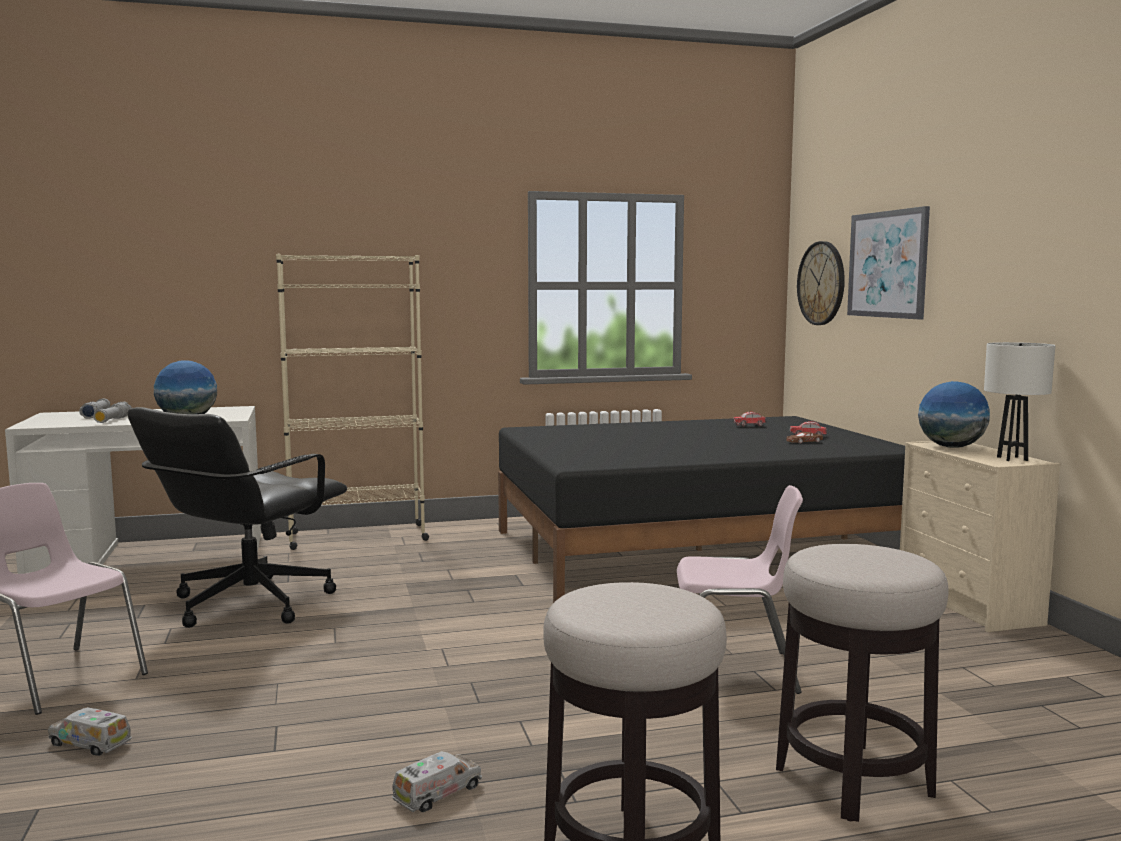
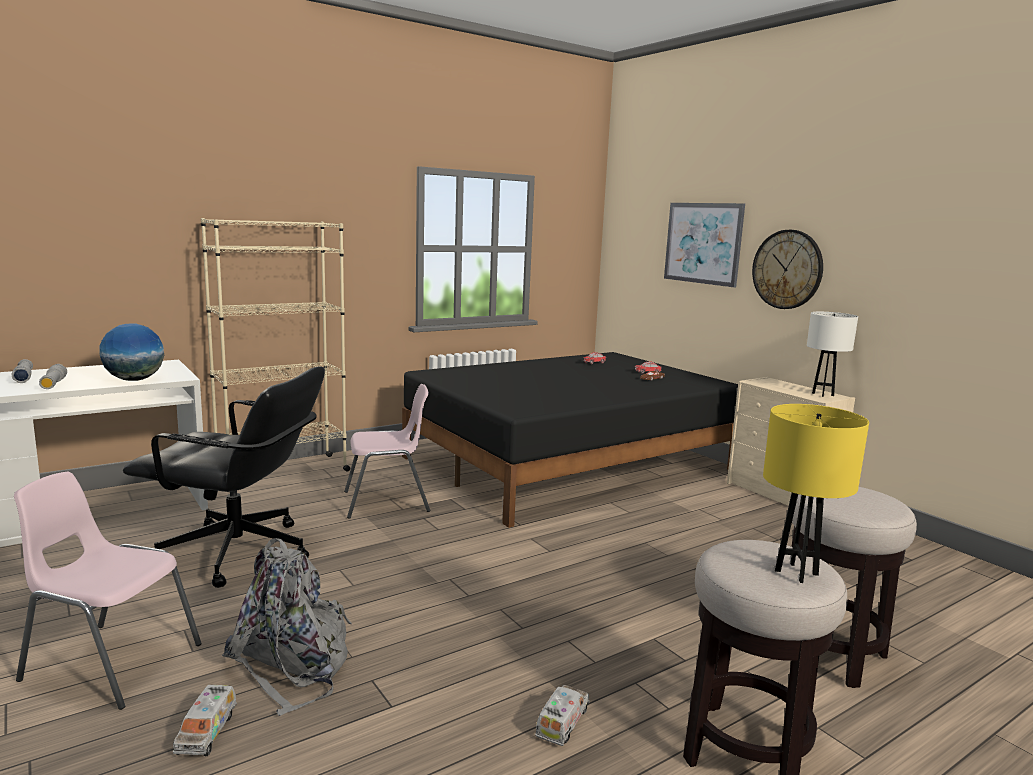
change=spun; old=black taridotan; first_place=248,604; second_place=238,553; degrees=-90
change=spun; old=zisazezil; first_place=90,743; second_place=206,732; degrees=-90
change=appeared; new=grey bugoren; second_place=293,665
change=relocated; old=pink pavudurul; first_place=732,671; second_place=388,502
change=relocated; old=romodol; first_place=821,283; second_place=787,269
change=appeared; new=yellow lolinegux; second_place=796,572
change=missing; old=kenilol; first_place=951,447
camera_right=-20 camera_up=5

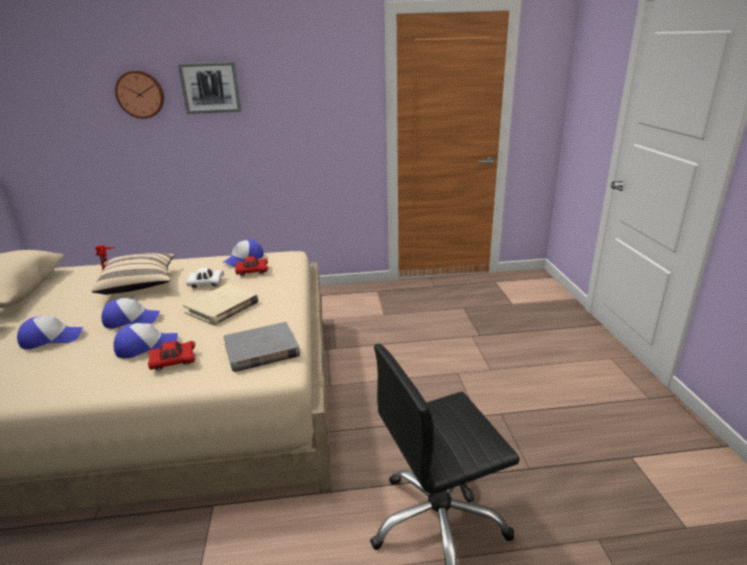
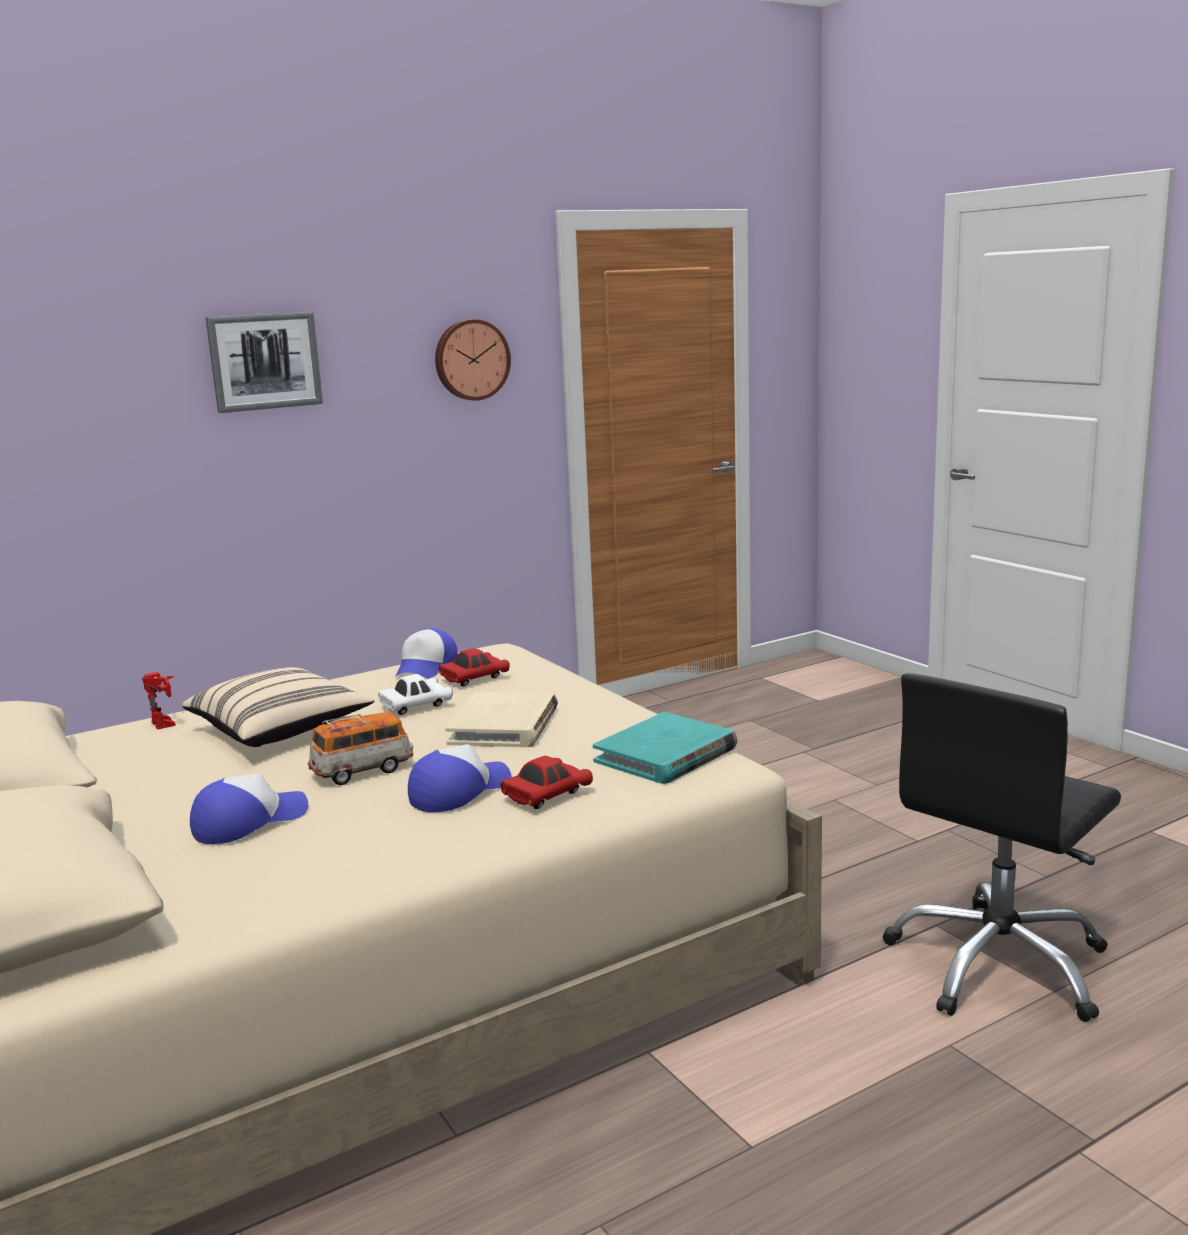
change=exchanged; old=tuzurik; new=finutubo; first_place=131,320; second_place=363,771
change=relocated; old=romodol; first_place=140,94; second_place=471,359
change=colour; old=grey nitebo; new=turquoise nitebo; first_place=262,350; second_place=666,755
camera_right=-25 camera_up=-10

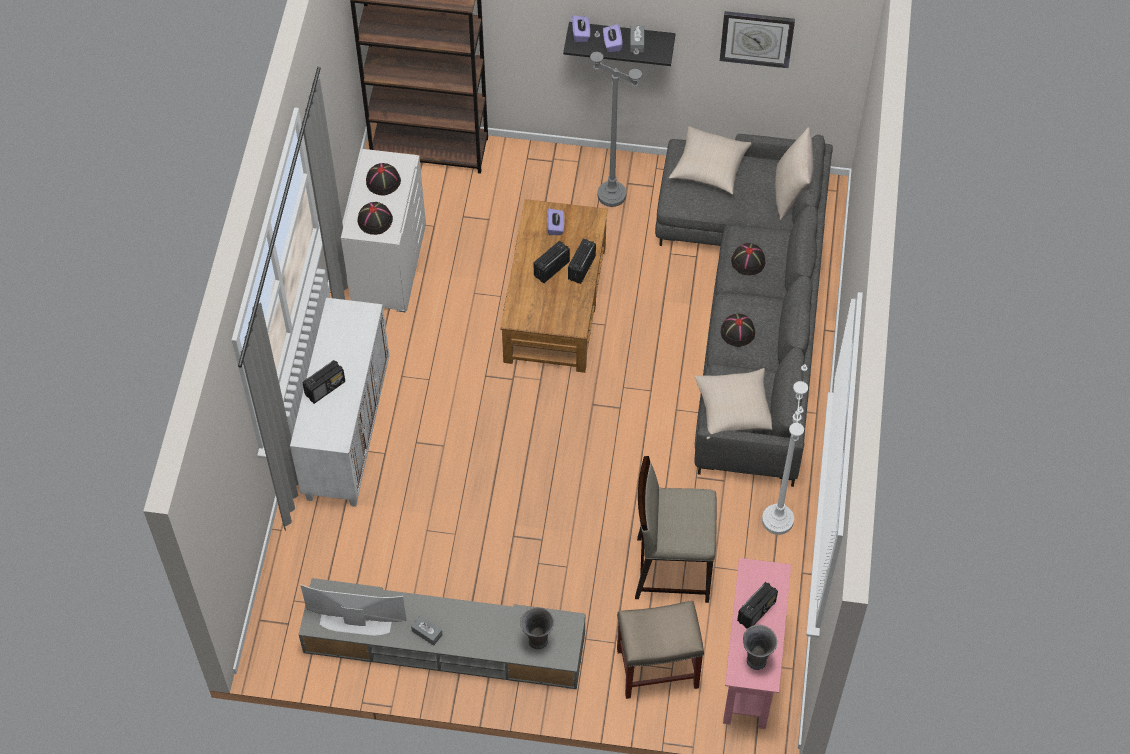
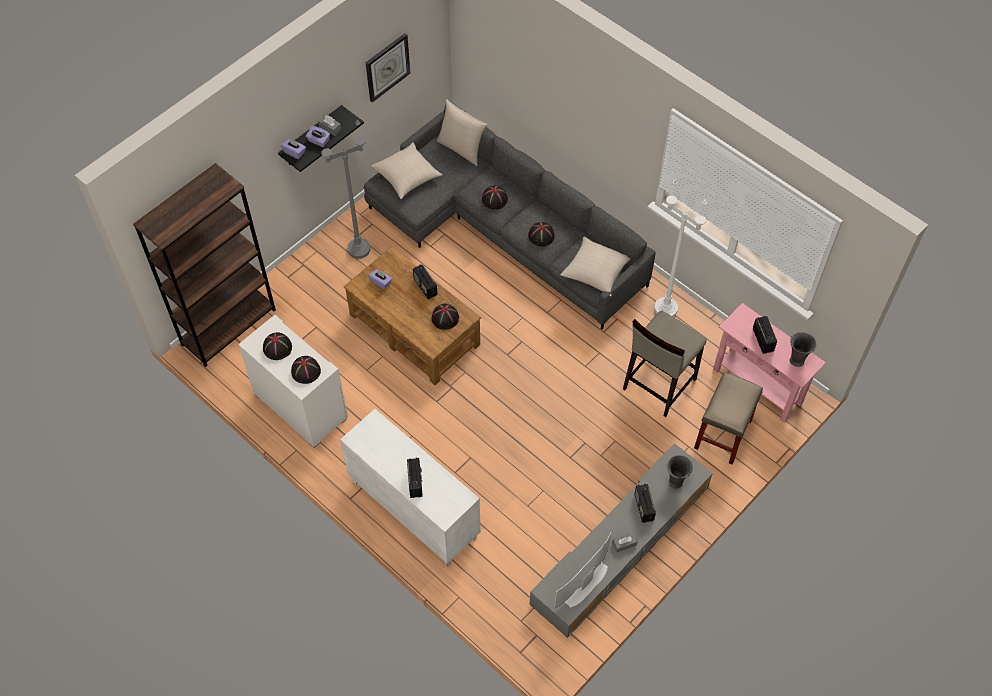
change=appeared; new=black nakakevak; second_place=445,318
change=relocated; old=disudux; first_place=551,269; second_place=644,508
camera_right=-55 camera_up=0

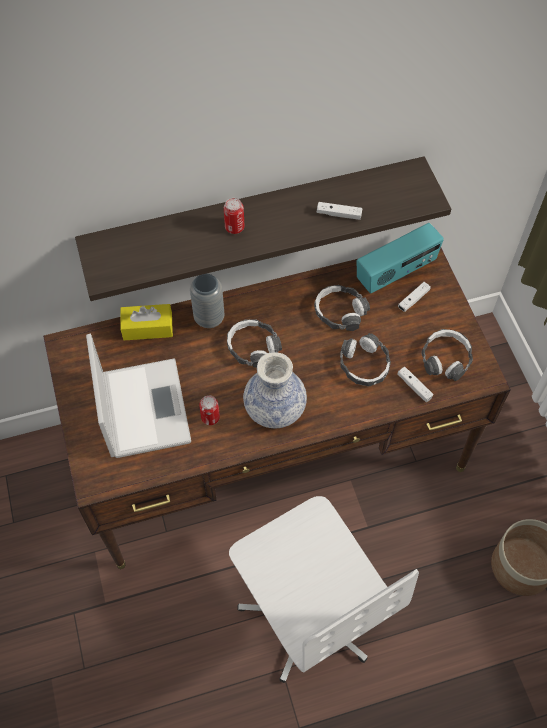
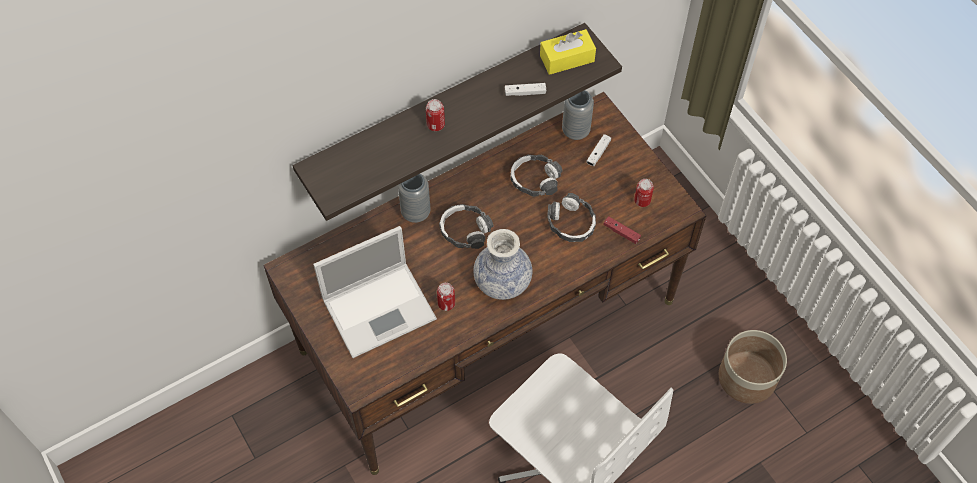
change=spun; old=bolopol; first_place=143,406; second_place=381,308; degrees=90
change=relocated; old=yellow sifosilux; first_place=148,328; second_place=567,58
change=exchanged; old=disudux; new=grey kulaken; first_place=396,272; second_place=575,131
change=colour; old=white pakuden; new=red pakuden; first_place=414,387; second_place=621,232
change=exchanged; old=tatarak; new=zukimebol; first_place=445,358; second_place=642,200
camera_right=-15 camera_up=0

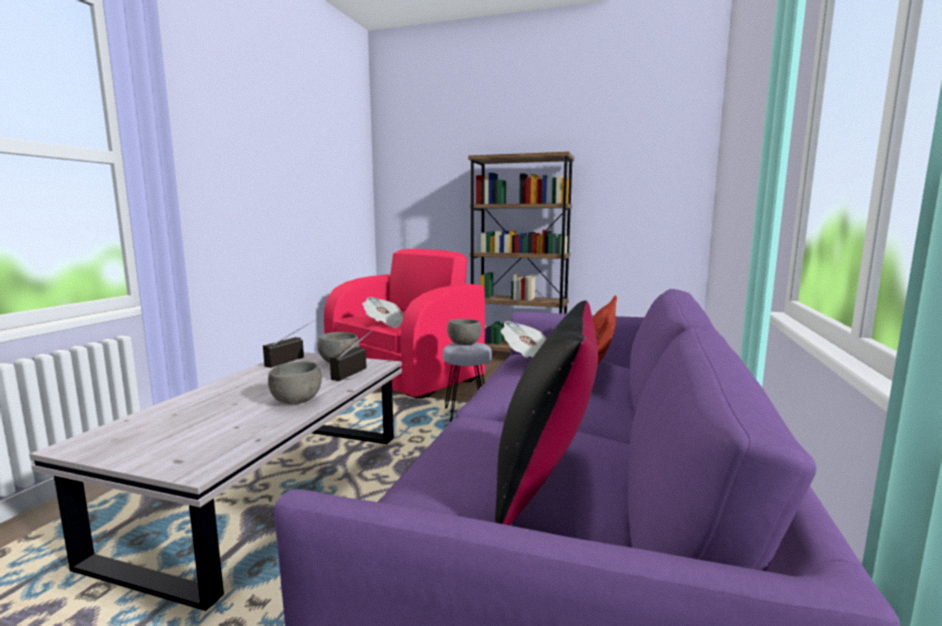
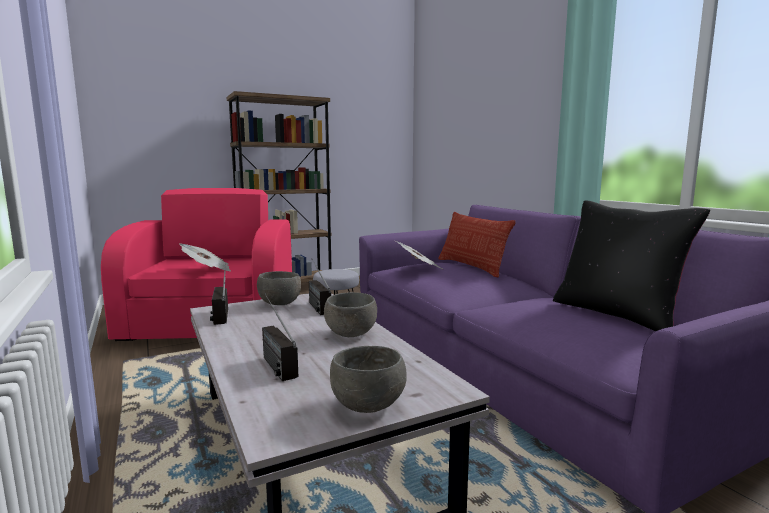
change=appeared; new=disudux; second_place=273,361
change=relocated; old=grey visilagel; first_place=465,344; second_place=369,405
camera_right=-45 camera_up=0

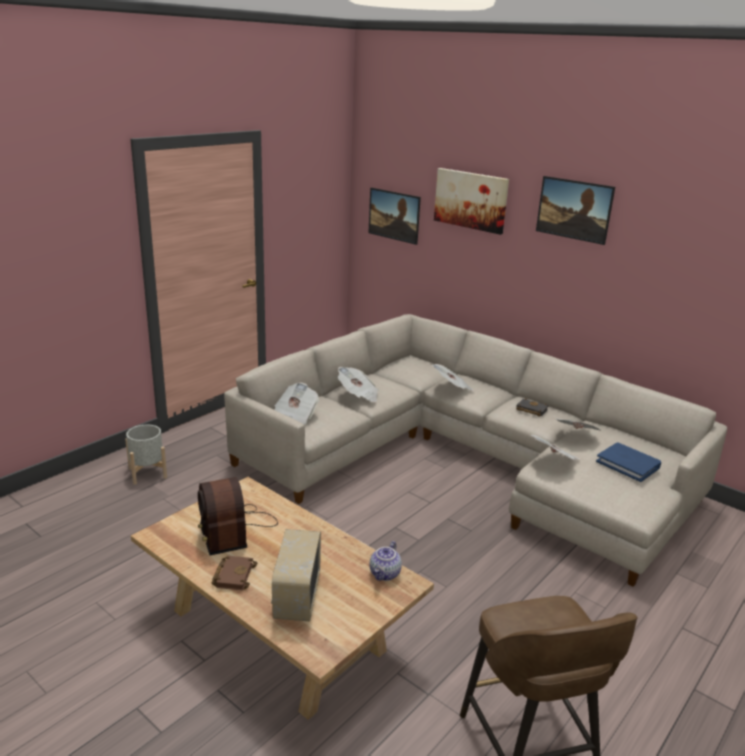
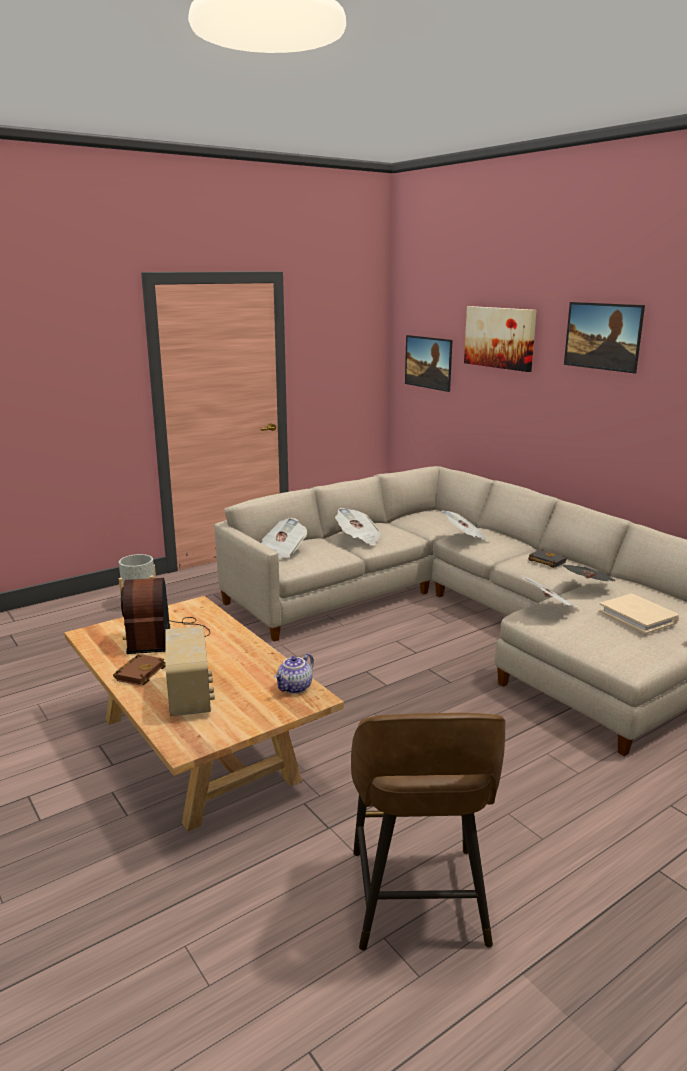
change=spun; old=disudux; first_place=296,597; second_place=191,697; degrees=150
change=colour; old=blue nitebo; new=beige nitebo; first_place=628,464; second_place=638,617
camera_right=15 camera_up=-5

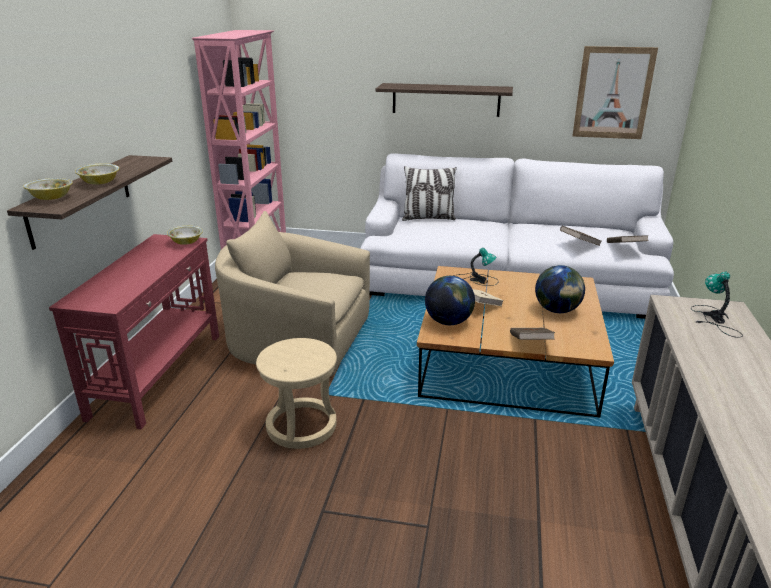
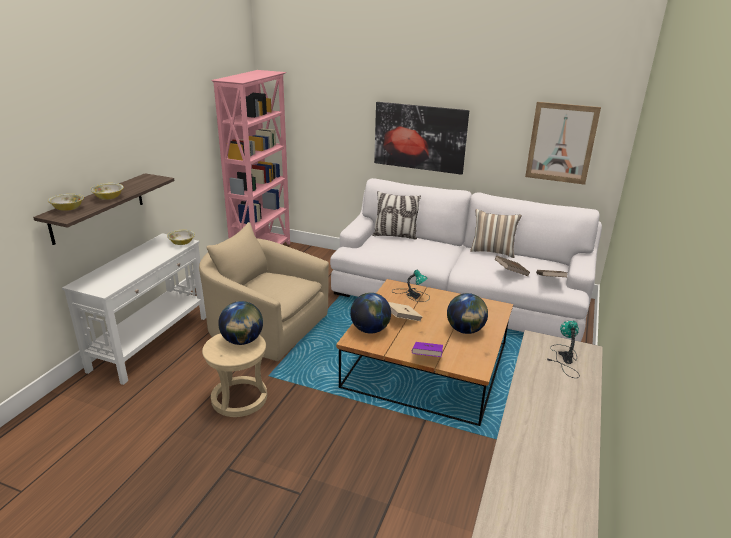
change=colour; old=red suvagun; new=white suvagun; first_place=159,374; second_place=152,342
change=appeared; new=kenilol; second_place=242,341
change=exchanged; old=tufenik; new=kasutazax; first_place=445,99; second_place=420,137
change=colour; old=brown nitebo; new=purple nitebo; first_place=530,343; second_place=426,357
change=appeared; new=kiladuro; second_place=492,251
camera_right=10 camera_up=0

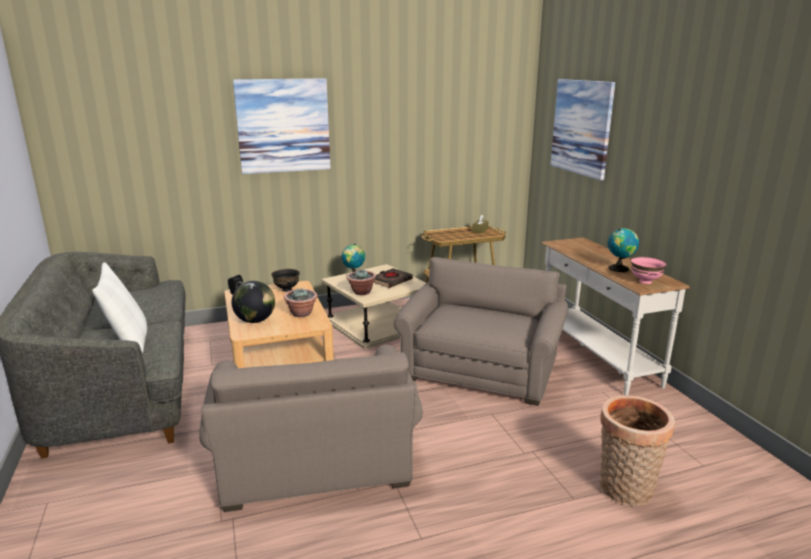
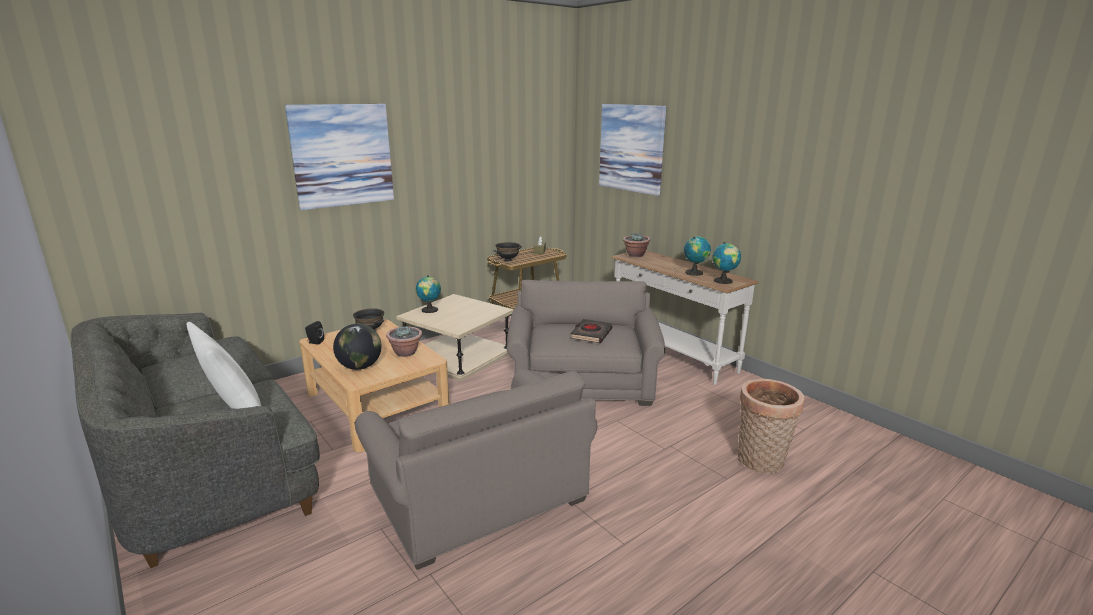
change=appeared; new=black visilagel; second_place=507,260
change=relocated; old=black nitebo; first_place=391,281; second_place=591,334
change=relocated; old=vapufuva; first_place=361,292; second_place=635,255
change=exchanged; old=pink visilagel; new=kenilol; first_place=645,281; second_place=724,281
camera_right=-20 camera_up=0

